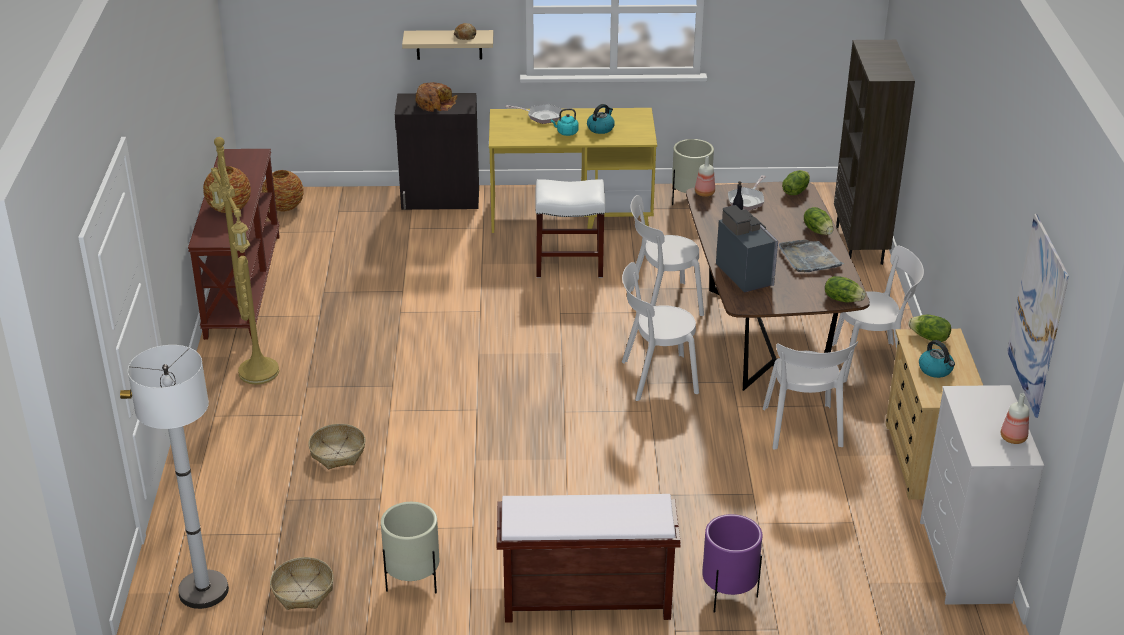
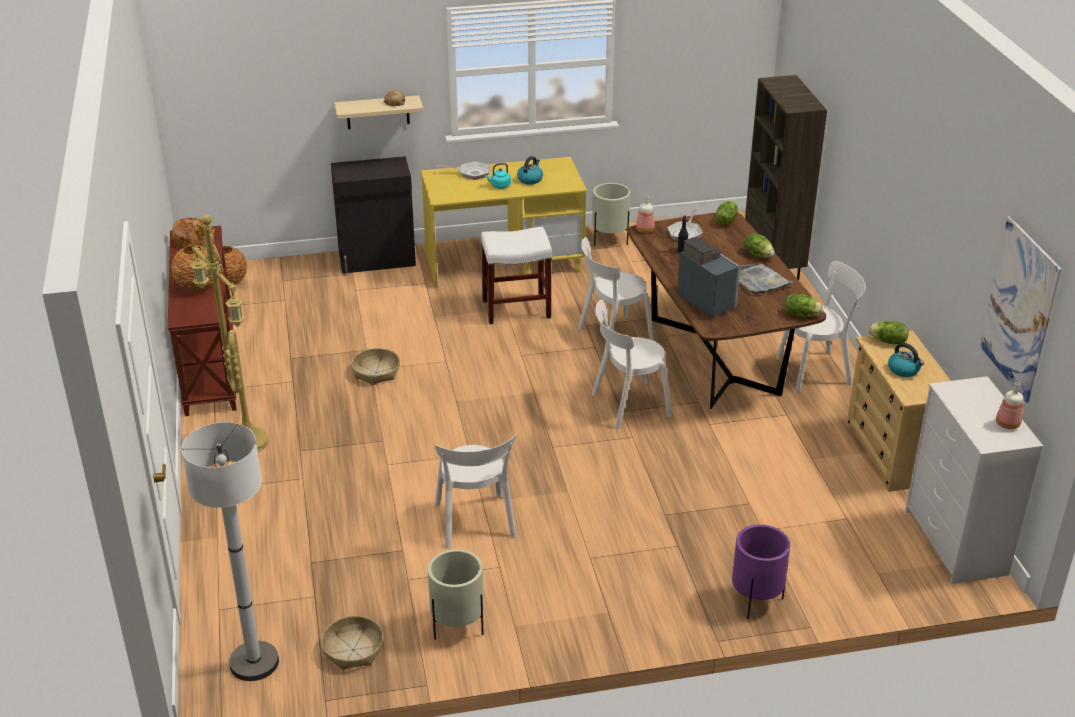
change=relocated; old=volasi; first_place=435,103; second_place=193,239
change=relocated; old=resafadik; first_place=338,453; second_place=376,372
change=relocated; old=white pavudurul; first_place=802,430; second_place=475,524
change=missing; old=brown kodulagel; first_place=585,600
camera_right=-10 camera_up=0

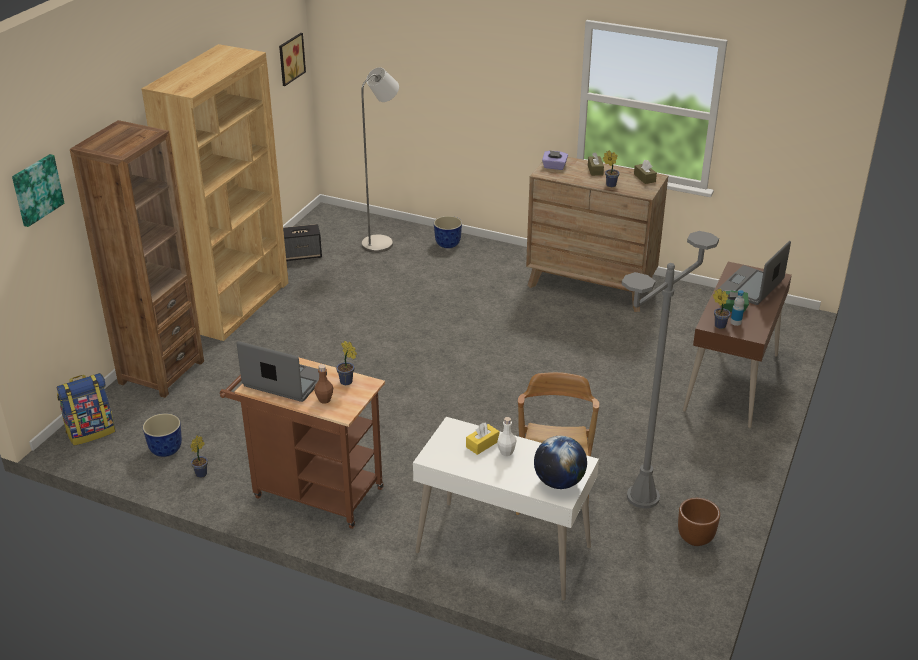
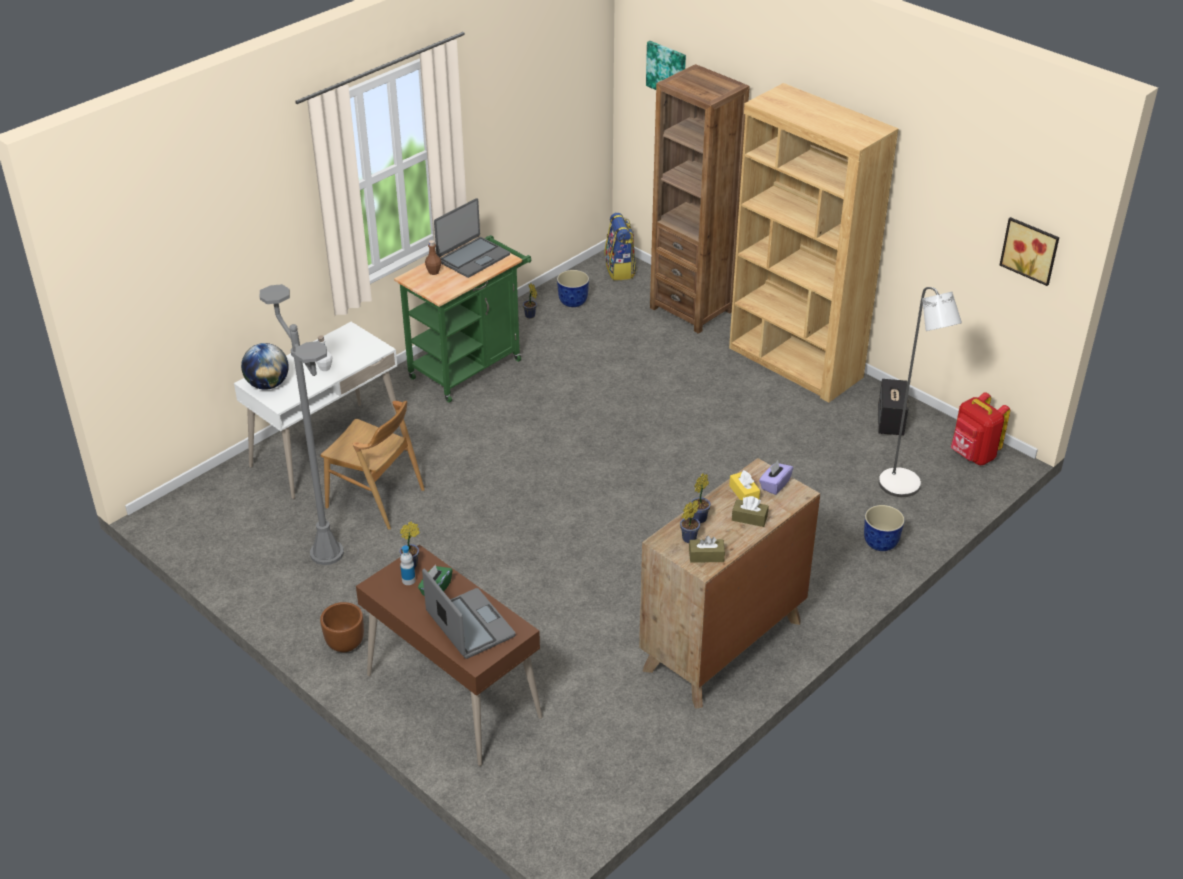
change=relocated; old=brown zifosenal; first_place=695,538; second_place=344,643
change=colour; old=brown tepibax; new=green tepibax; first_place=311,491; second_place=470,365
change=relocated; old=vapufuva; first_place=347,382; second_place=687,539
change=relocated; old=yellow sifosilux; first_place=482,444; second_place=744,493
change=appeared; new=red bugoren; second_place=972,455
camera_right=110 camera_up=5

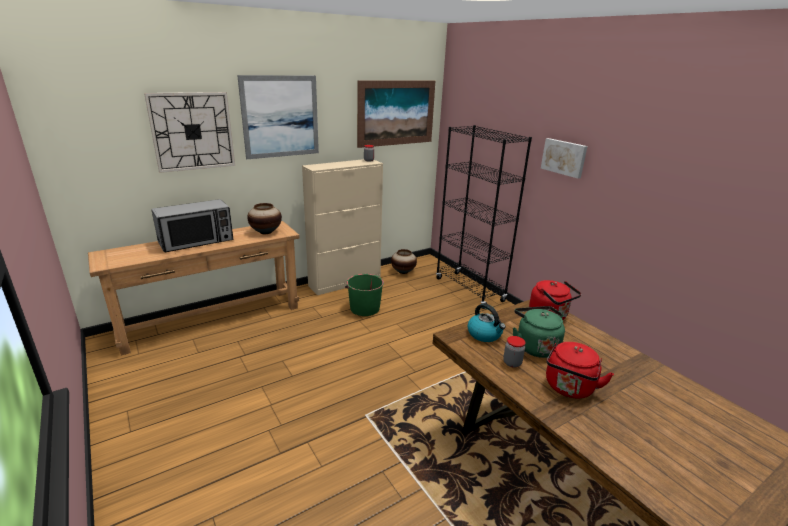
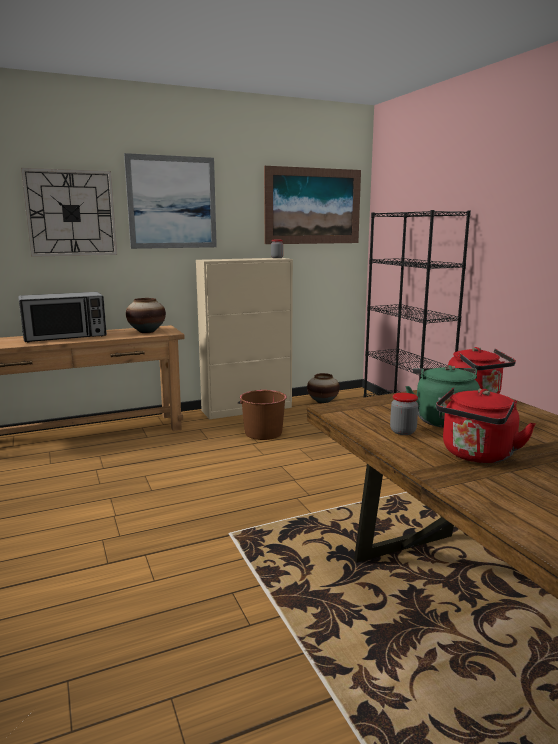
change=colour; old=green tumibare; new=brown tumibare; first_place=364,308; second_place=263,433
change=missing; old=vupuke; first_place=485,334
change=missing; old=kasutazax; first_place=564,157
camera_right=10 camera_up=-10

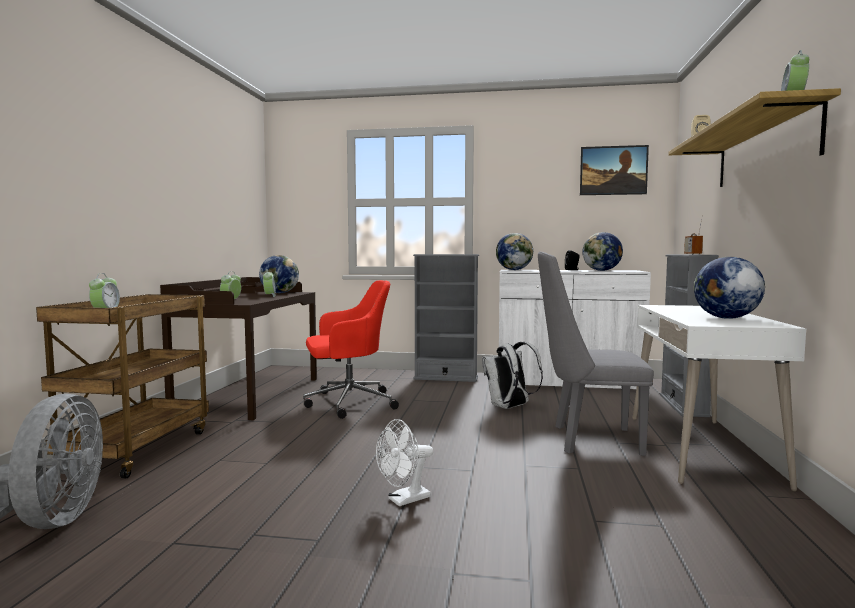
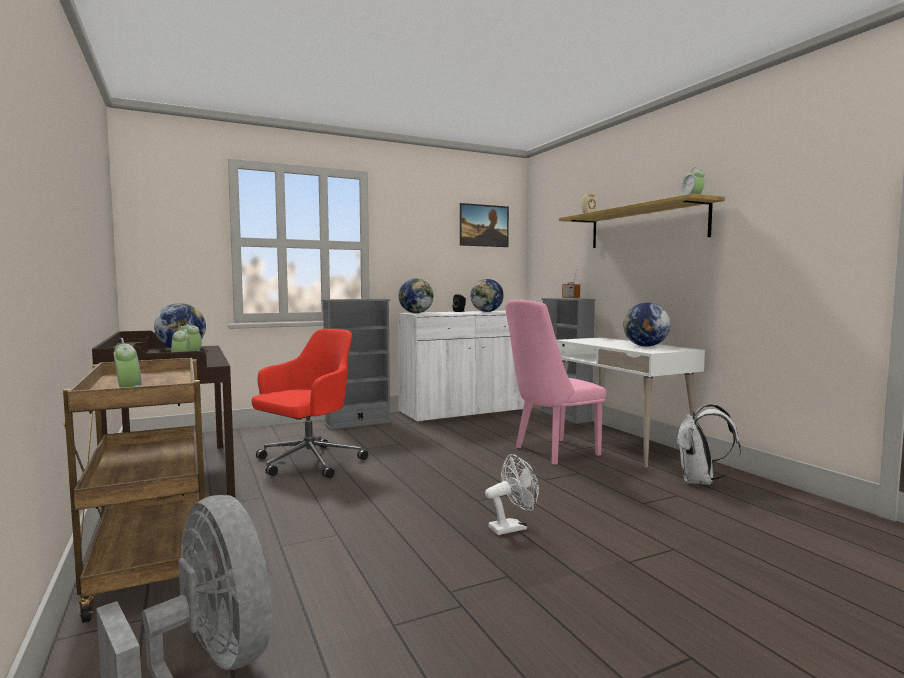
change=spun; old=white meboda; first_place=404,500; second_place=512,527; degrees=-135
change=colour; old=grey pavudurul; new=pink pavudurul; first_place=587,440; second_place=551,452
change=relocated; old=white bugoren; first_place=510,407; second_place=700,481
camera_right=-35 camera_up=0

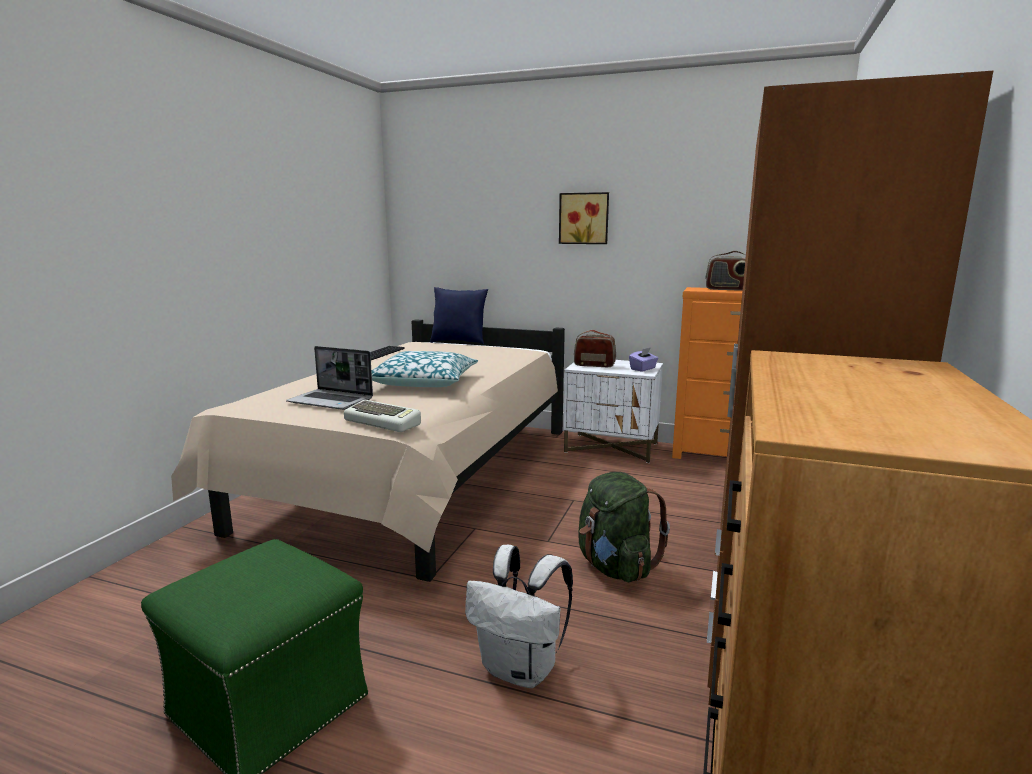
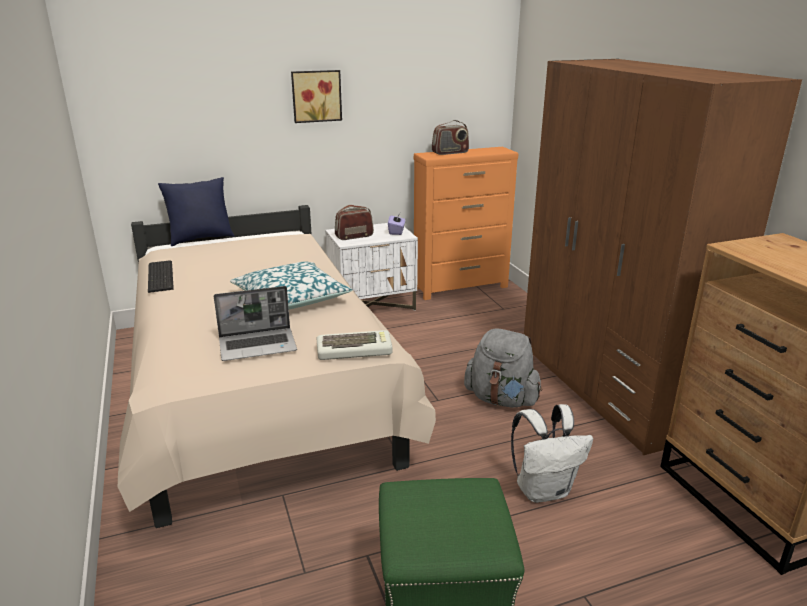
change=colour; old=green bugoren; new=grey bugoren; first_place=615,567; second_place=501,399
camera_right=-40 camera_up=10

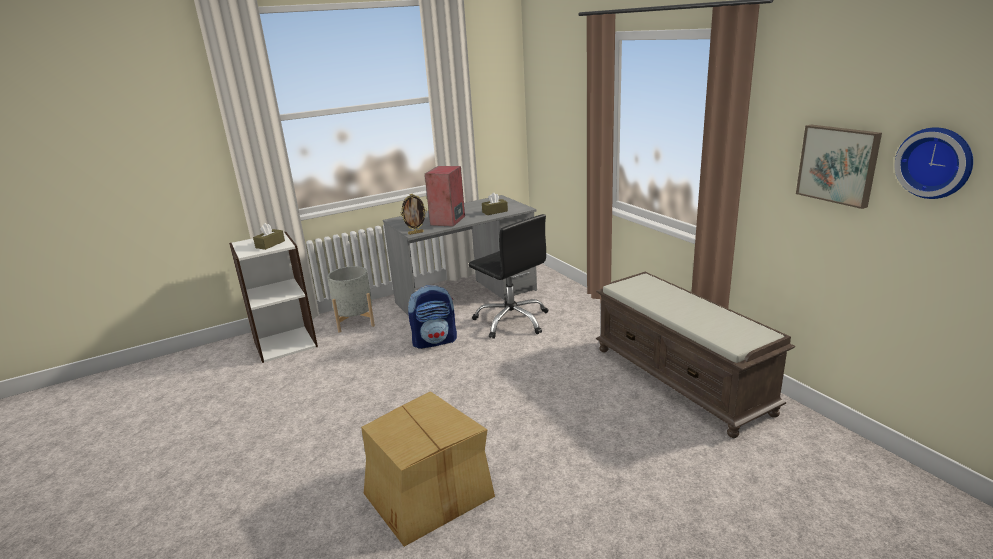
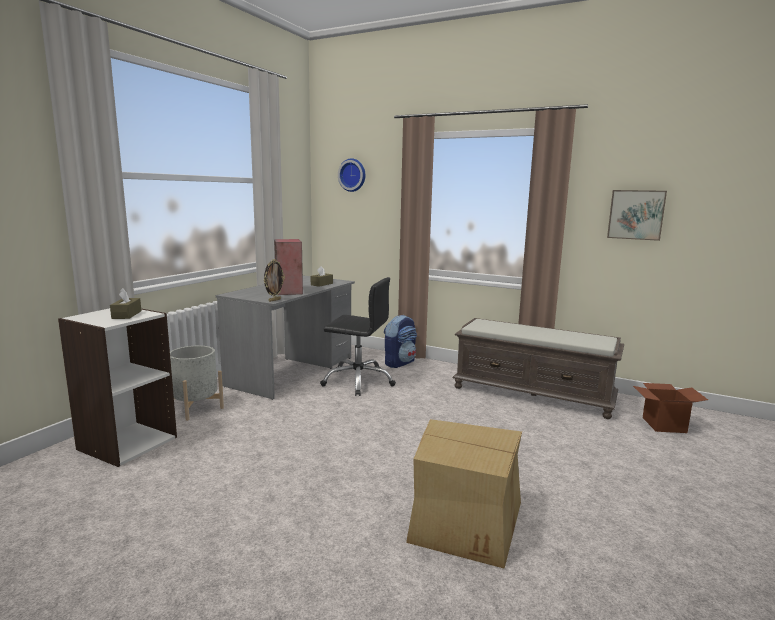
change=relocated; old=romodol; first_place=935,162; second_place=353,175
change=relocated; old=bugoren; first_place=435,341; second_place=399,363
change=appeared; new=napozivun; second_place=664,425
camera_right=-35 camera_up=-10

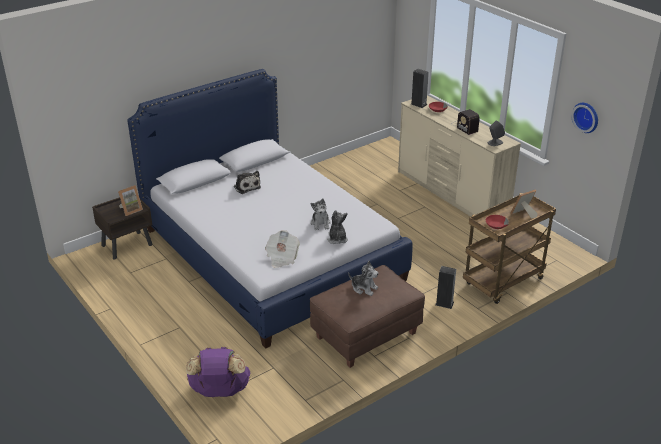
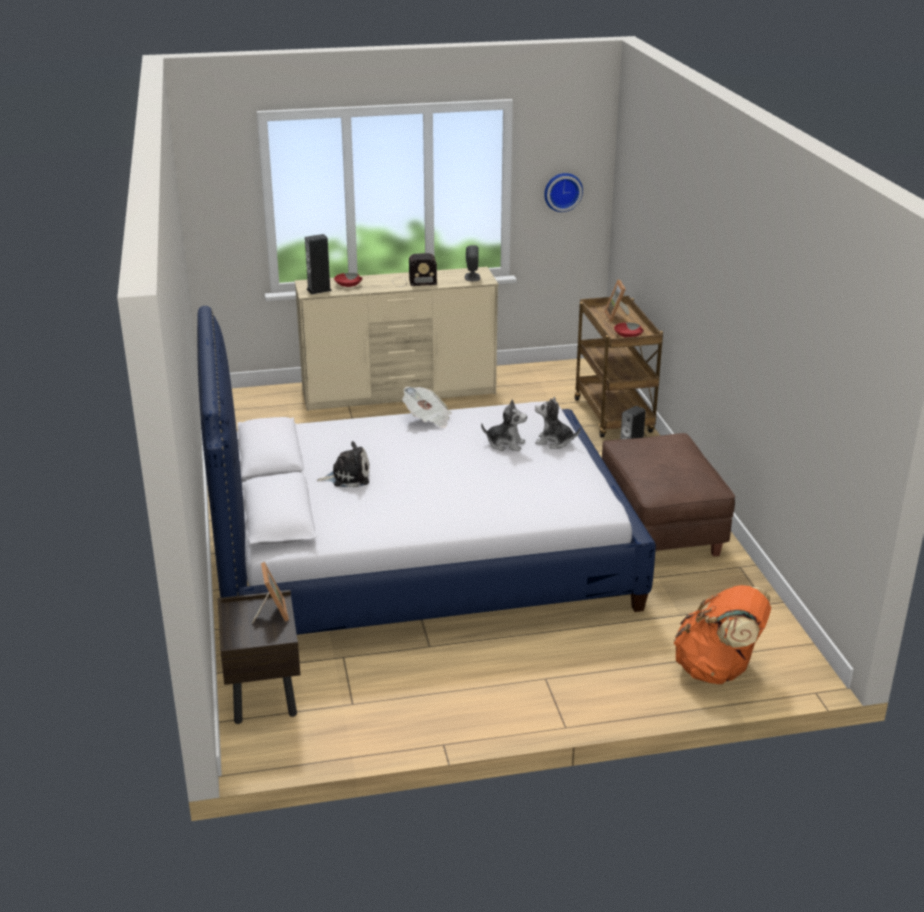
change=relocated; old=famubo; first_place=282,257; second_place=427,419
change=colour; old=purple bugoren; new=orange bugoren; first_place=219,391; second_place=718,670
change=missing; old=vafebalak; first_place=364,288
camera_right=-65 camera_up=-5

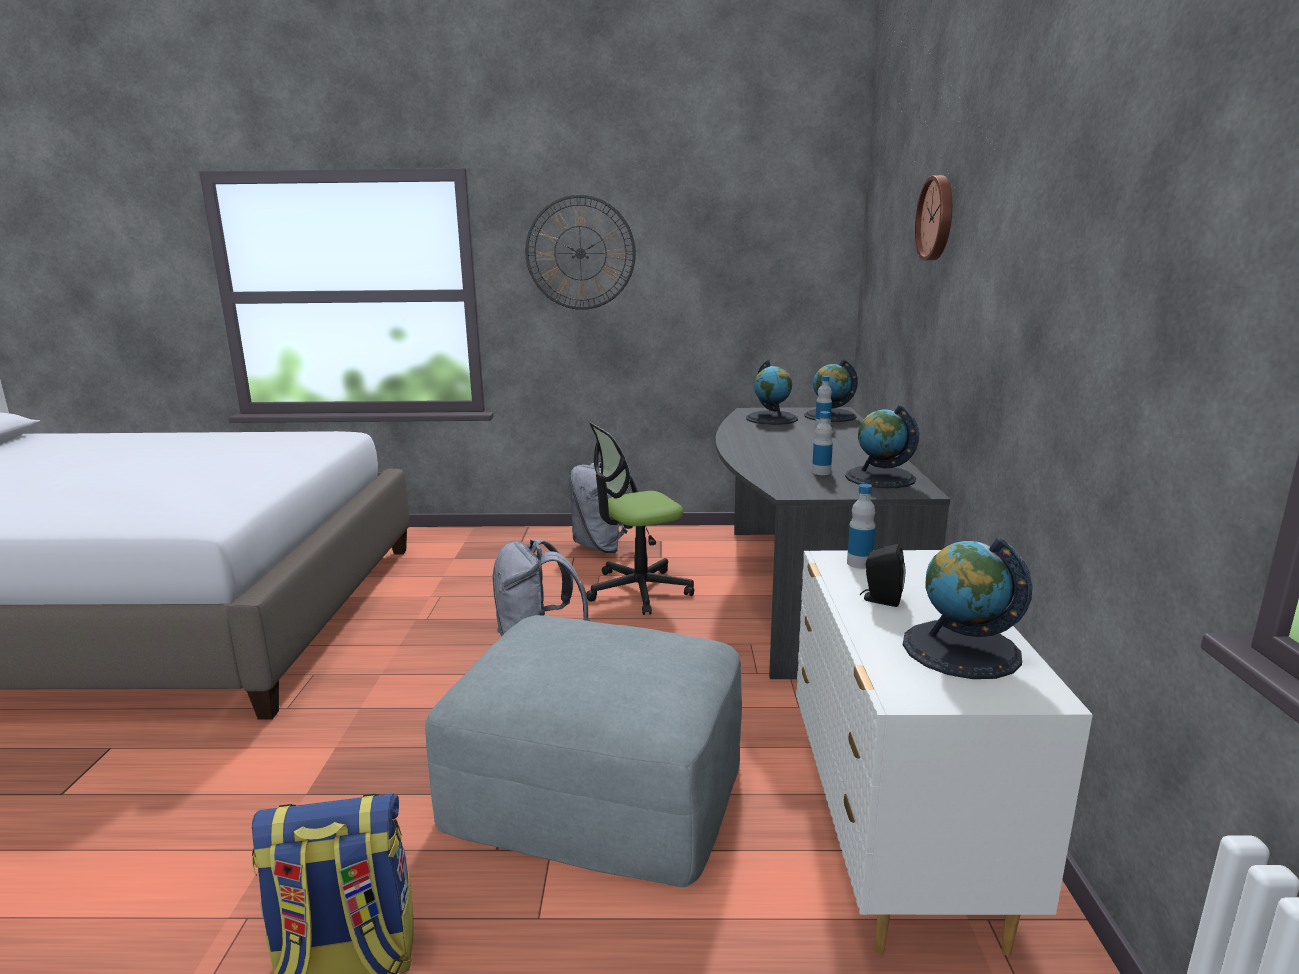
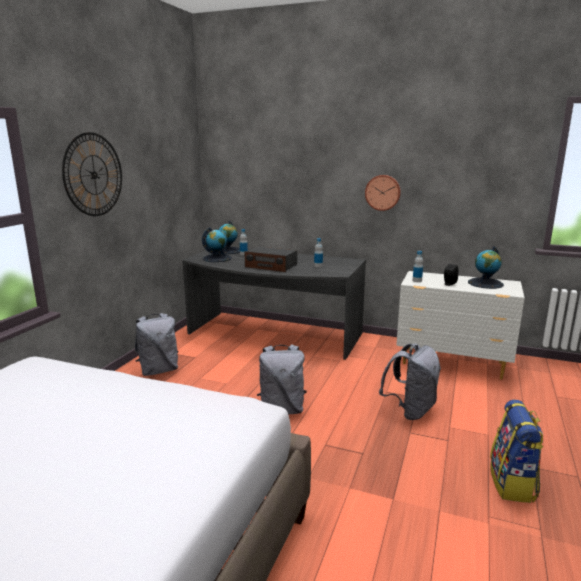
change=appeared; new=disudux; second_place=271,266
change=relocated; old=romodol; first_place=937,218; second_place=383,192
change=exchanged; old=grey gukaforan; new=grey bugoren; first_place=598,786; second_place=410,410
change=missing; old=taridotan; first_place=638,590
change=missing; old=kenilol; first_place=880,478
camera_right=-70 camera_up=0

